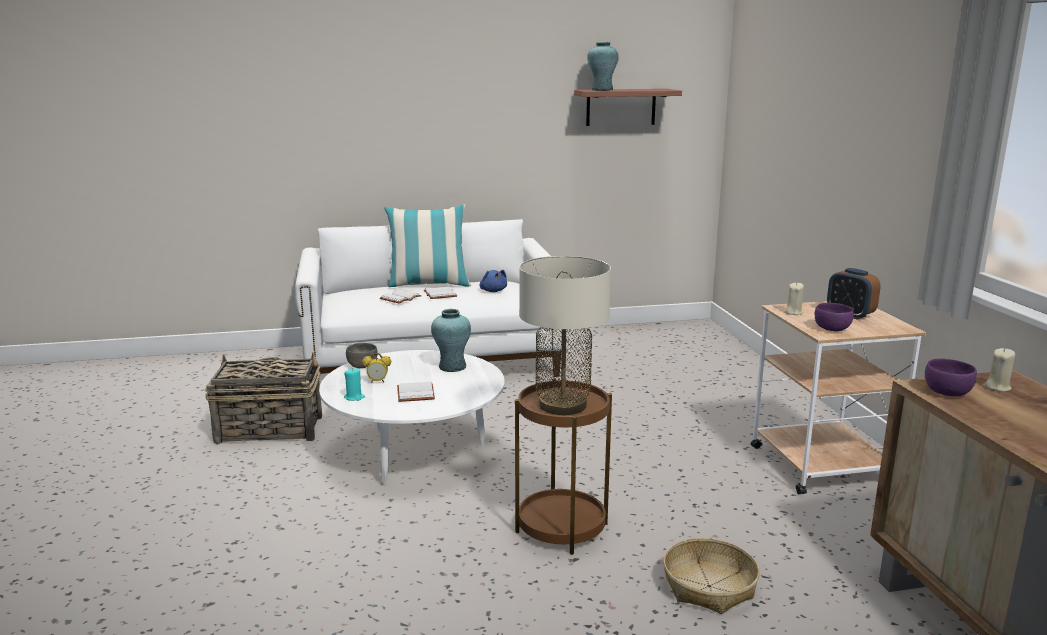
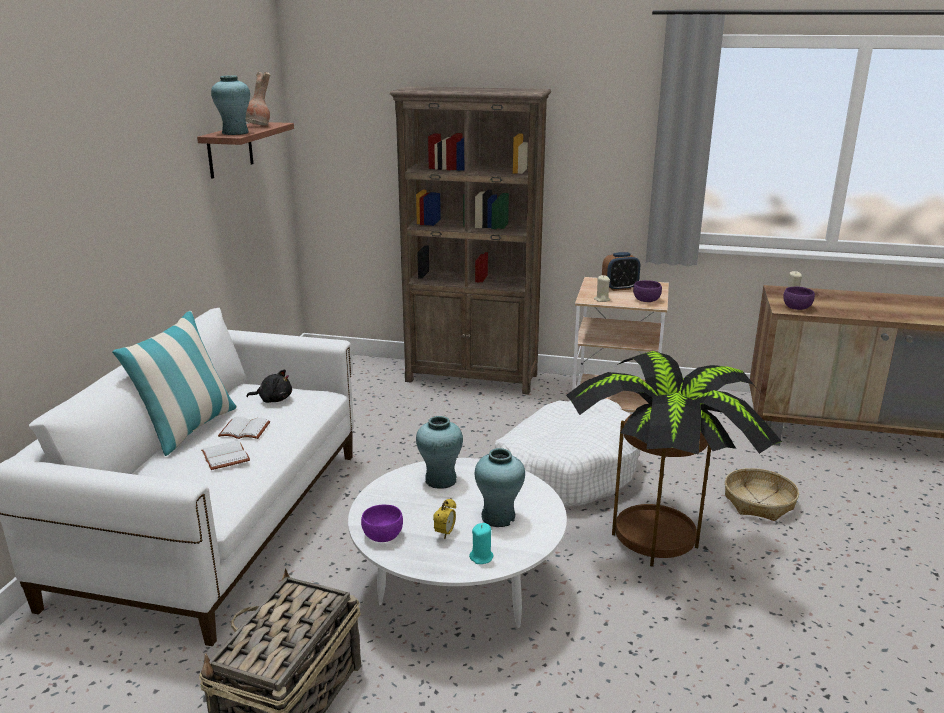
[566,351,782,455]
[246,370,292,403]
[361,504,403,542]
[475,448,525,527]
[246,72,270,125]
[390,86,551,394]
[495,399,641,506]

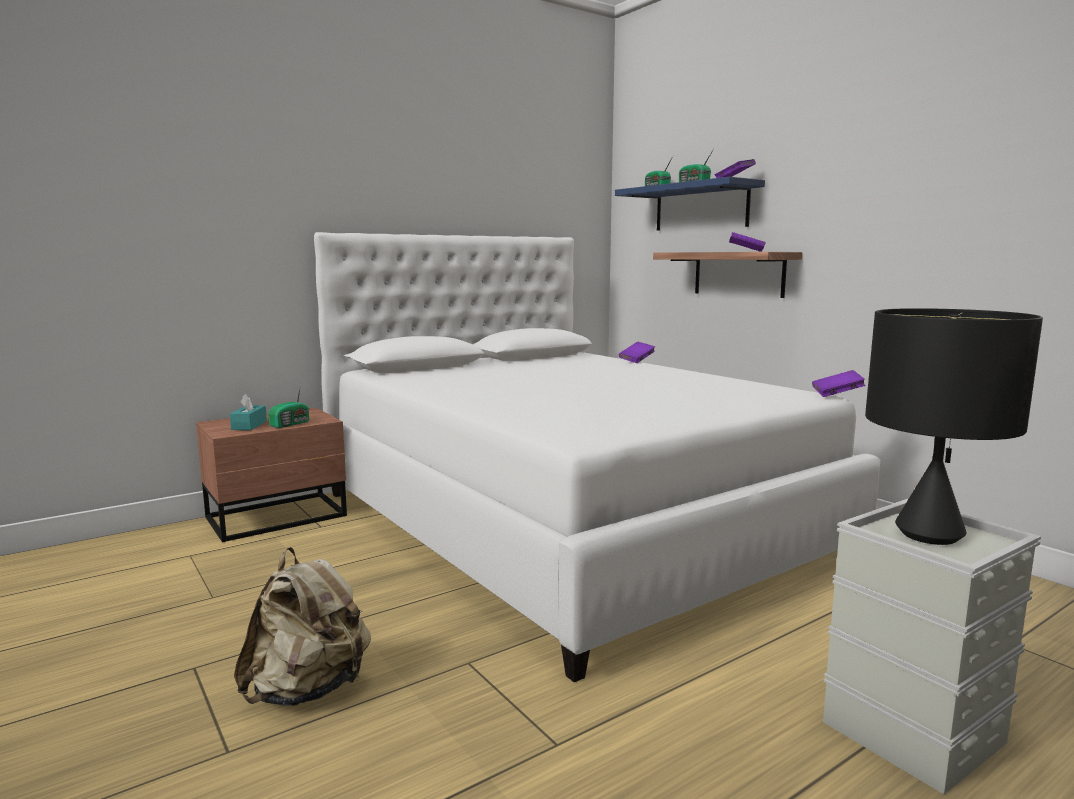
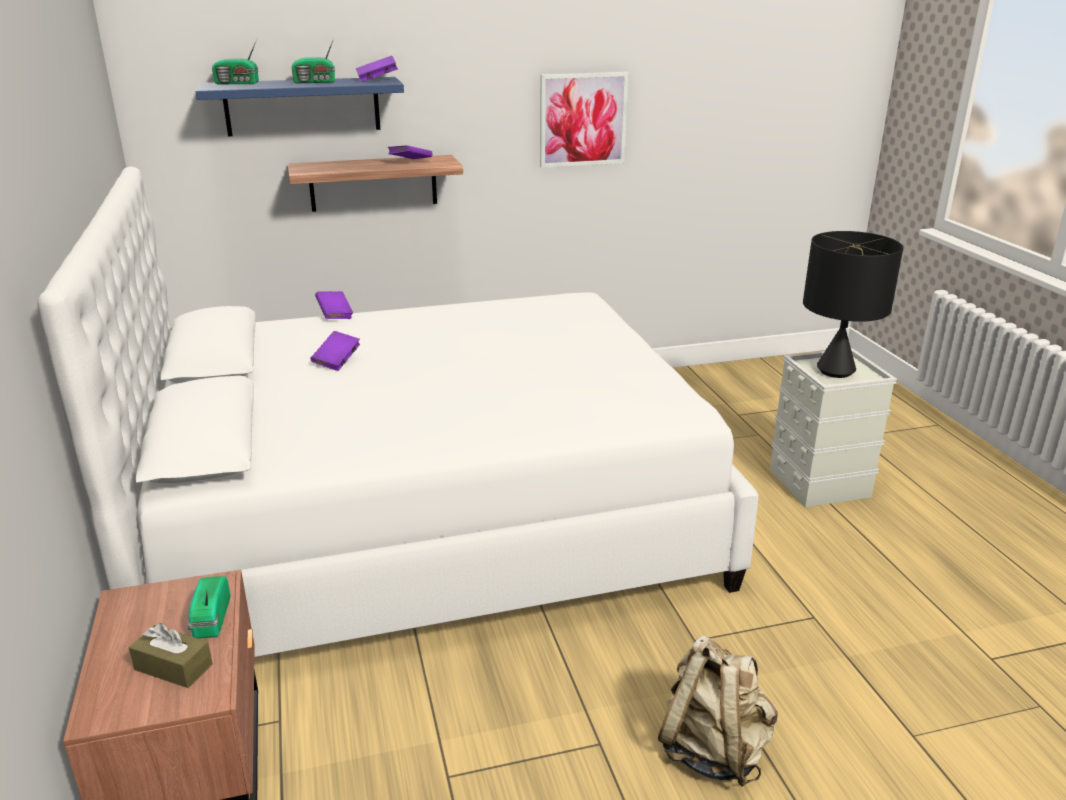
[311,331,360,371]
[188,576,231,638]
[129,623,213,688]
[540,72,628,168]

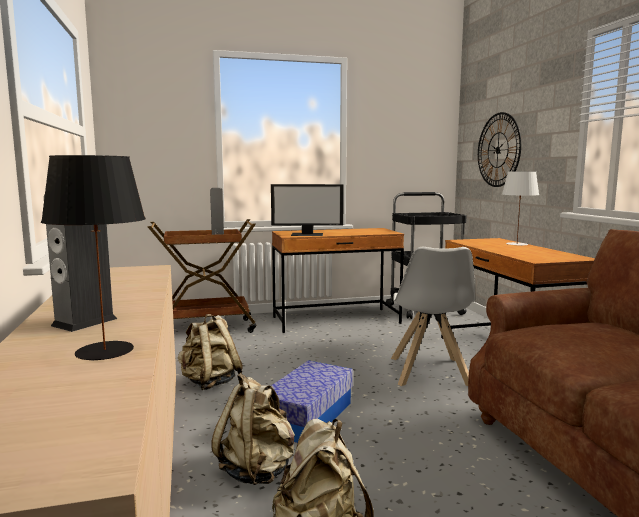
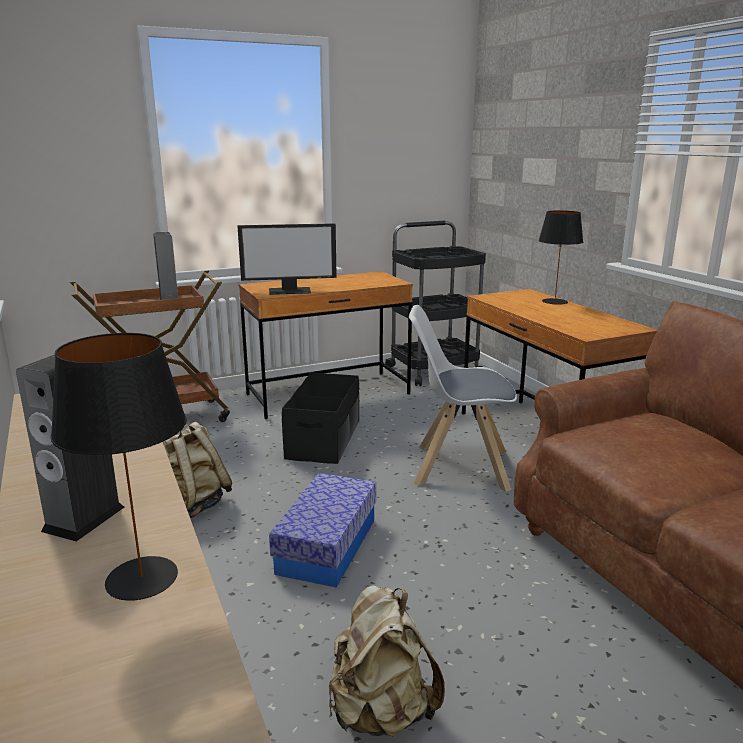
[478,112,521,187] (first image)
[538,210,583,305]
[409,305,517,492]
[211,373,295,485] (first image)
[282,373,359,464]

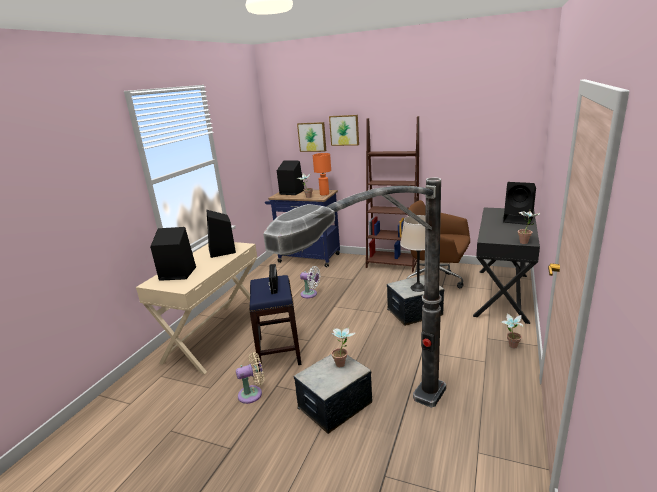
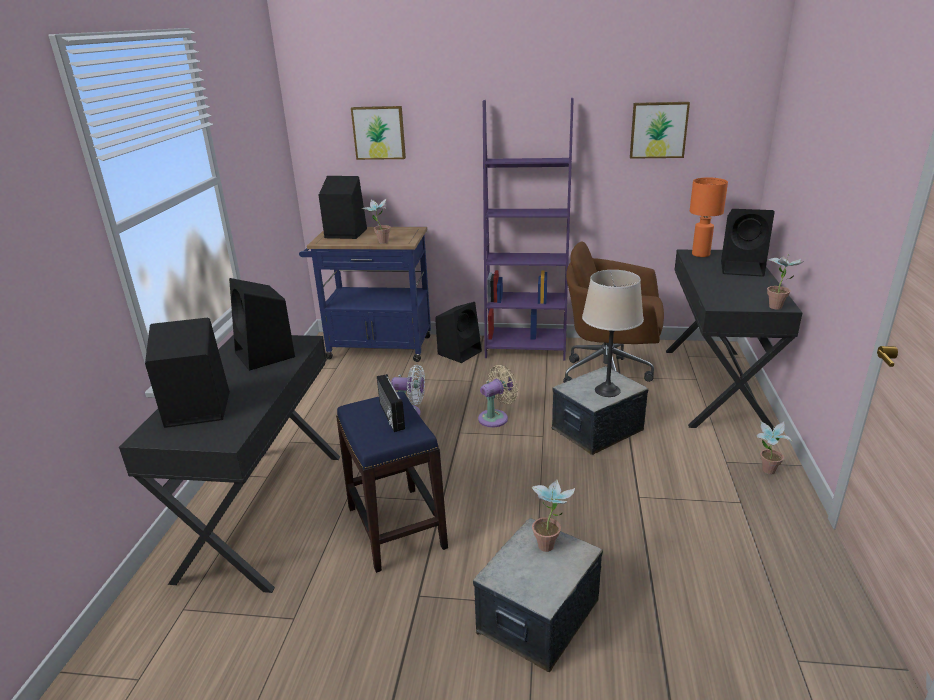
[630,102,690,159]
[483,98,574,360]
[690,178,728,257]
[263,177,446,408] (first image)
[119,334,340,593]
[478,365,518,427]
[435,302,482,363]

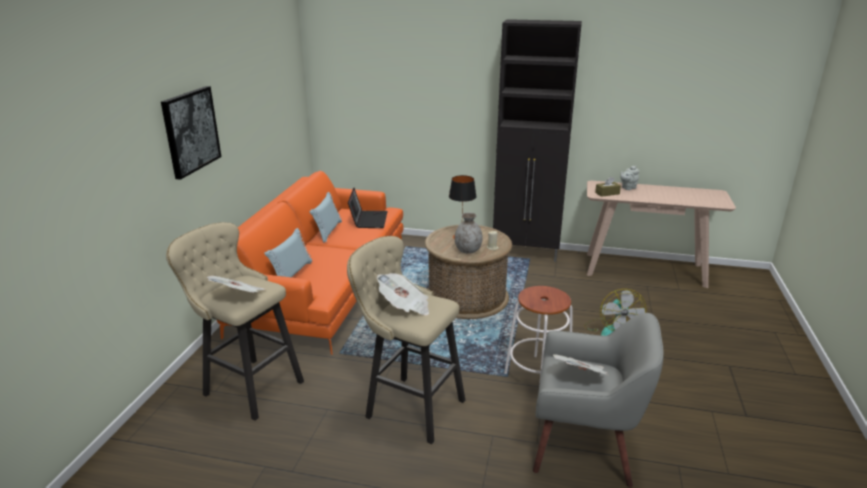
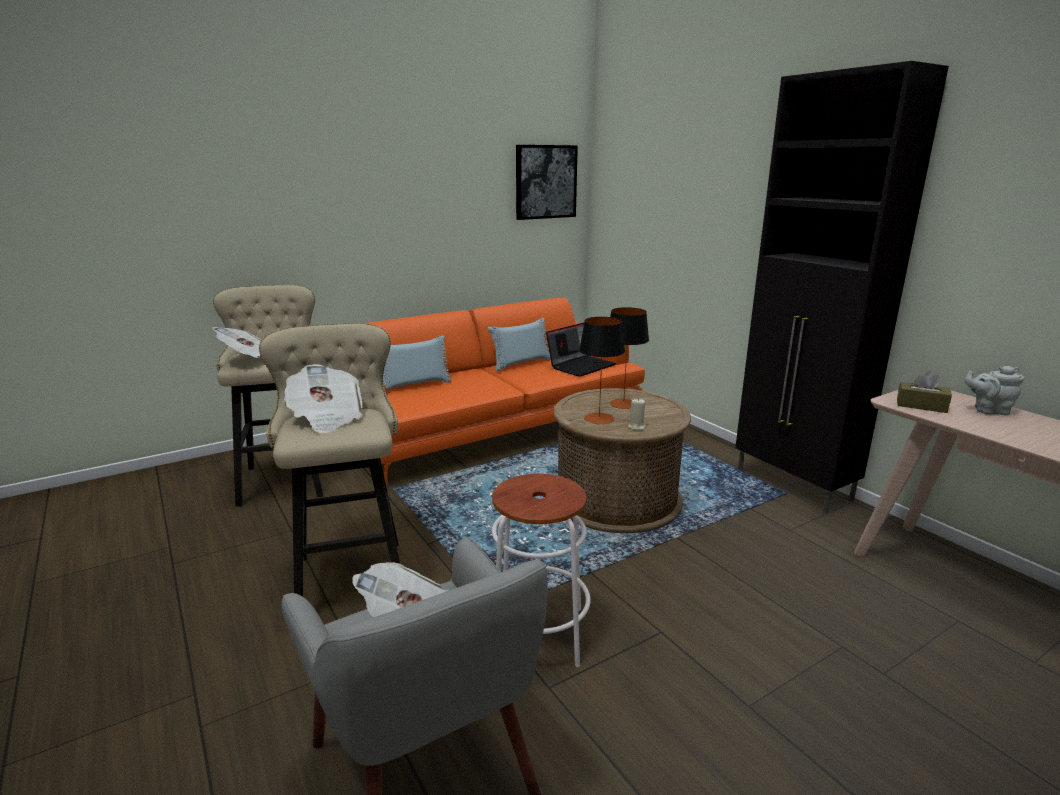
[516,145,578,220]
[579,317,625,424]
[584,289,647,336] (first image)

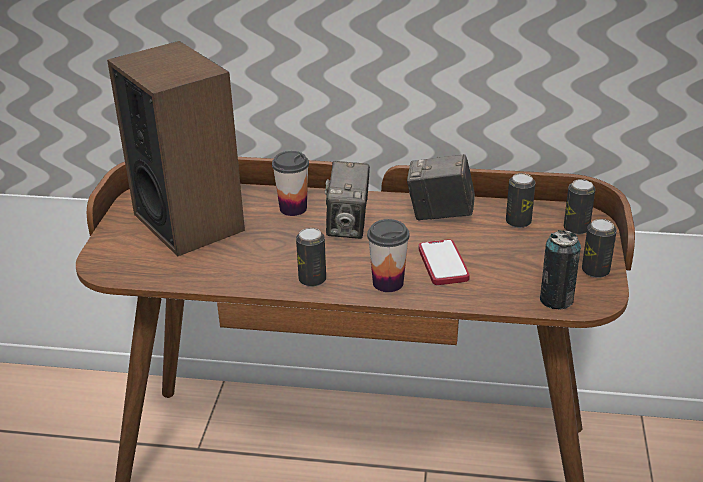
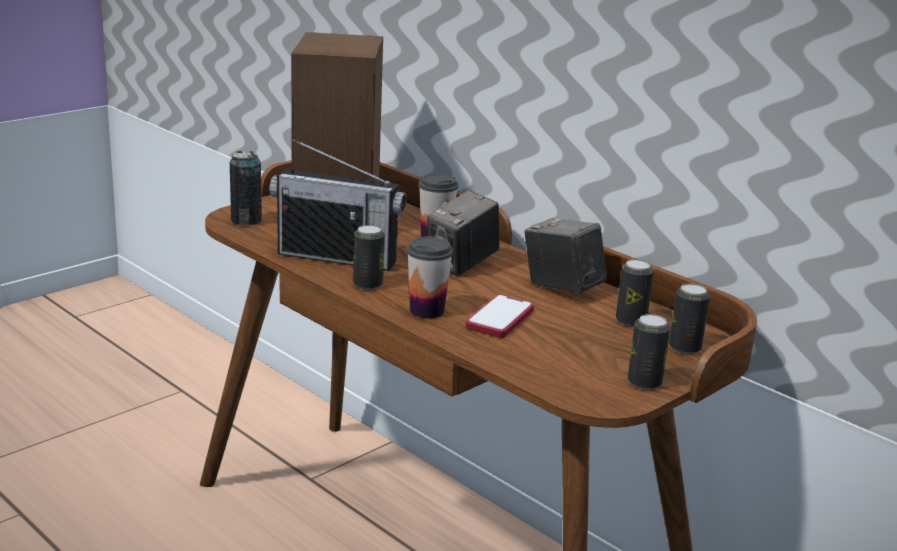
[230,151,262,225]
[269,139,407,271]

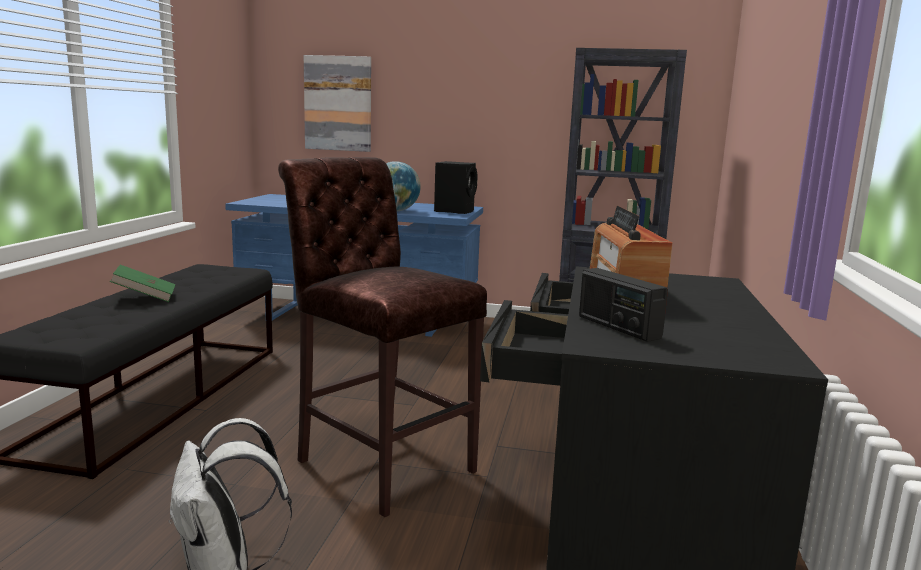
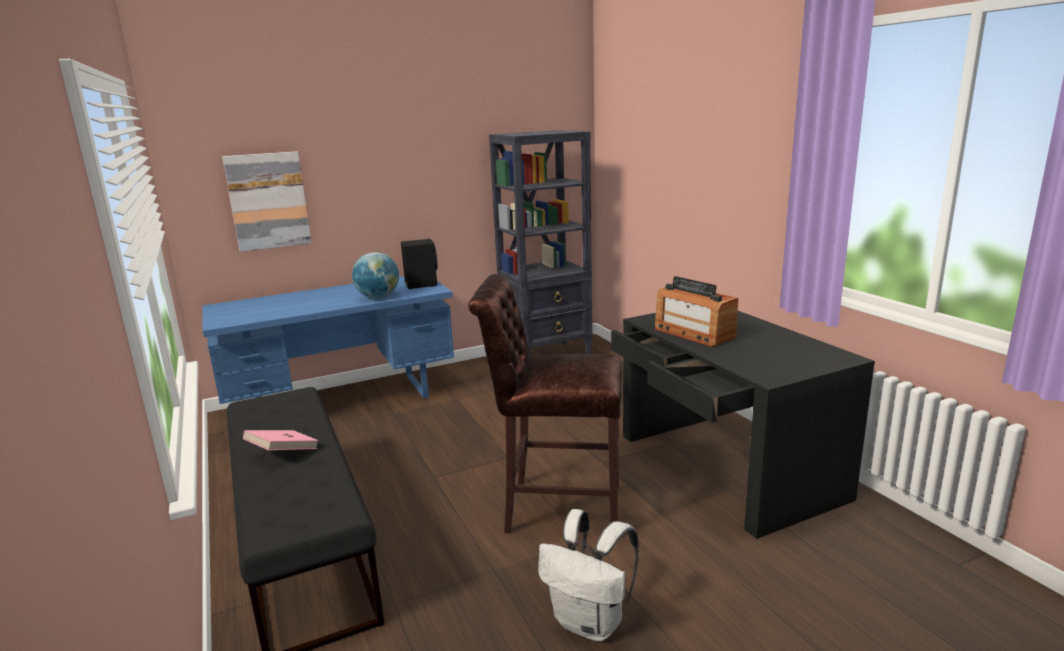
[243,430,319,450]
[579,268,668,342] (first image)

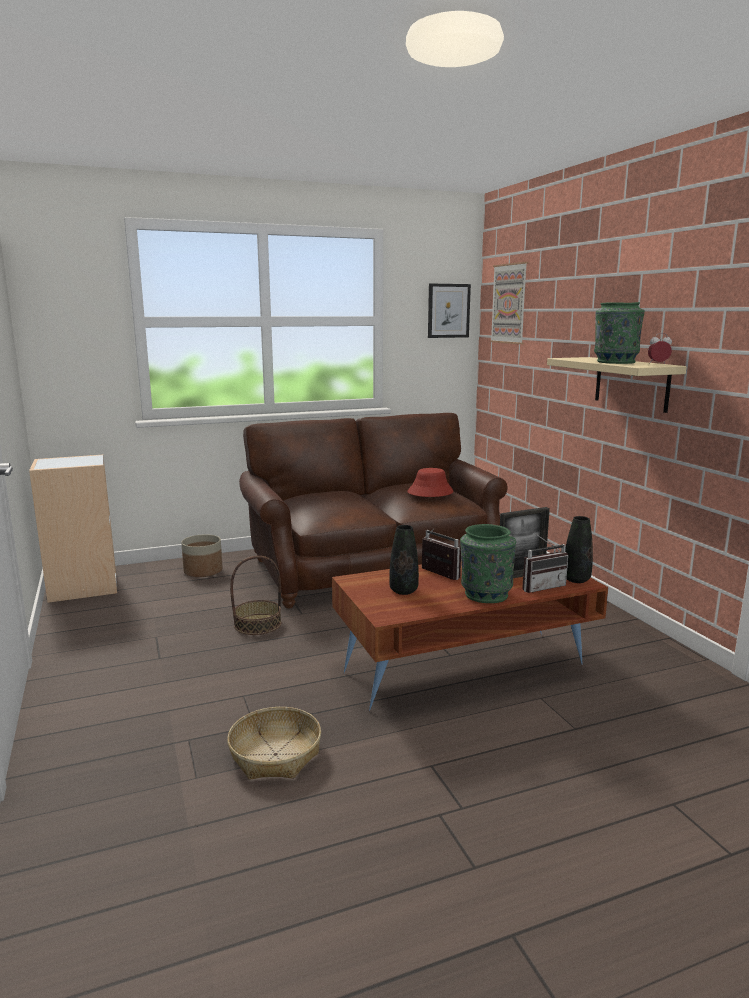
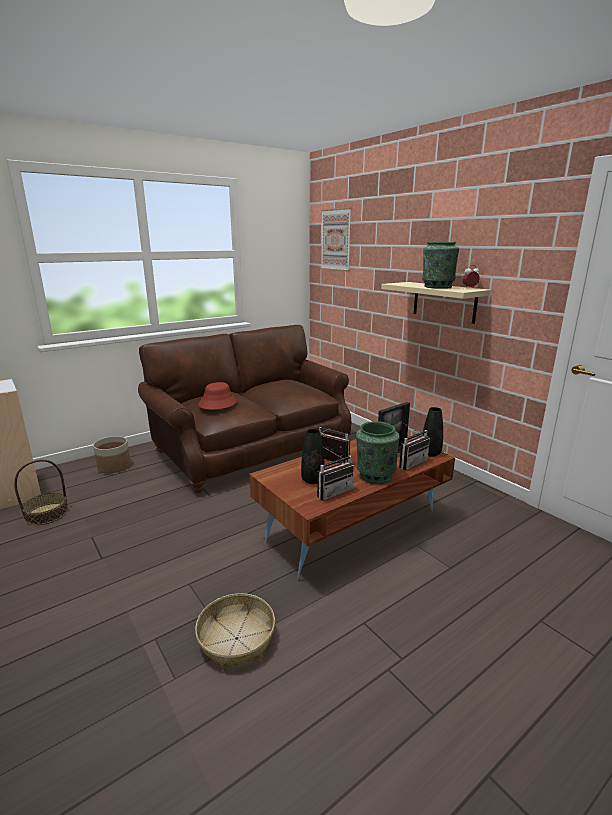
[428,284,471,338] (first image)
[198,382,237,410]
[14,459,68,525]
[317,447,354,501]

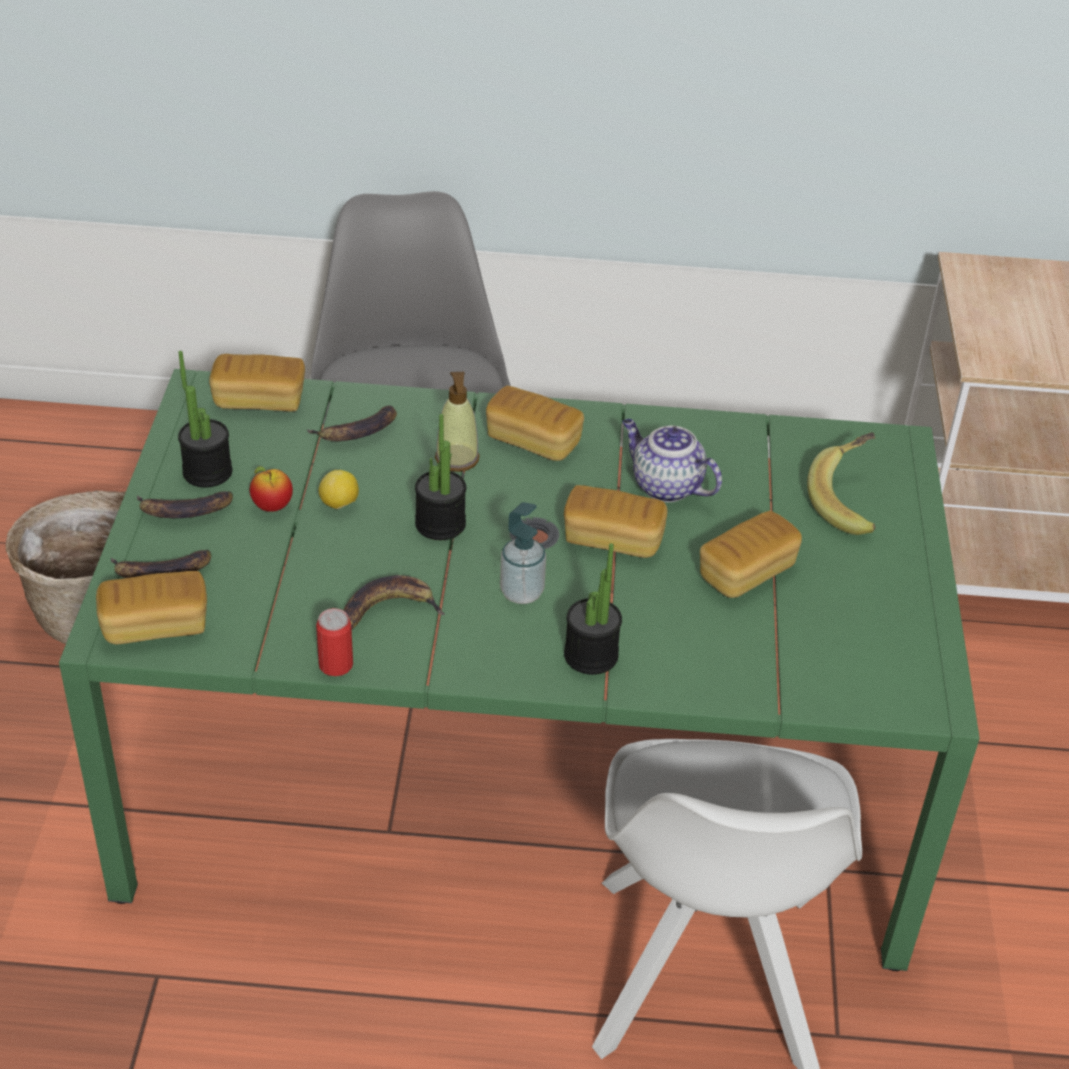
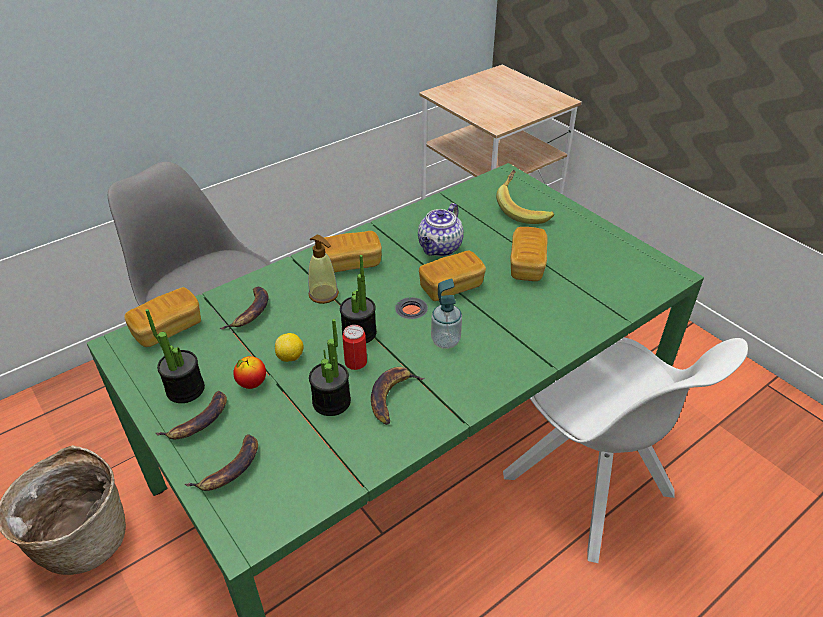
[418,203,464,256]
[309,319,351,416]
[96,571,207,644] (first image)
[342,325,367,370]

